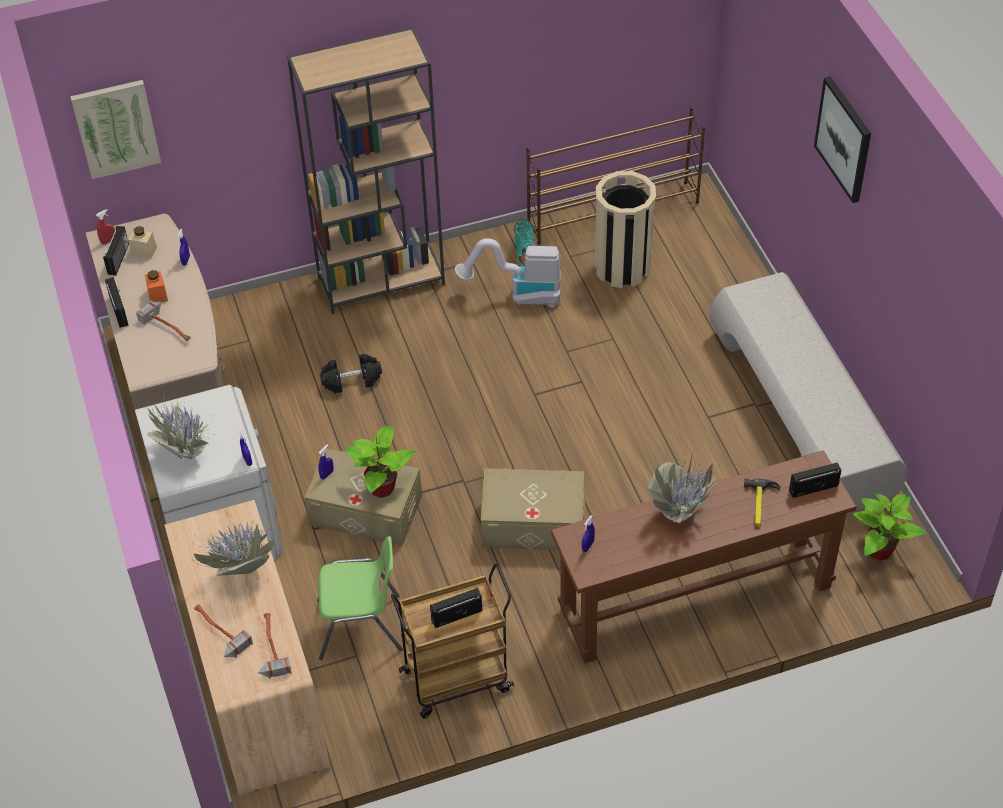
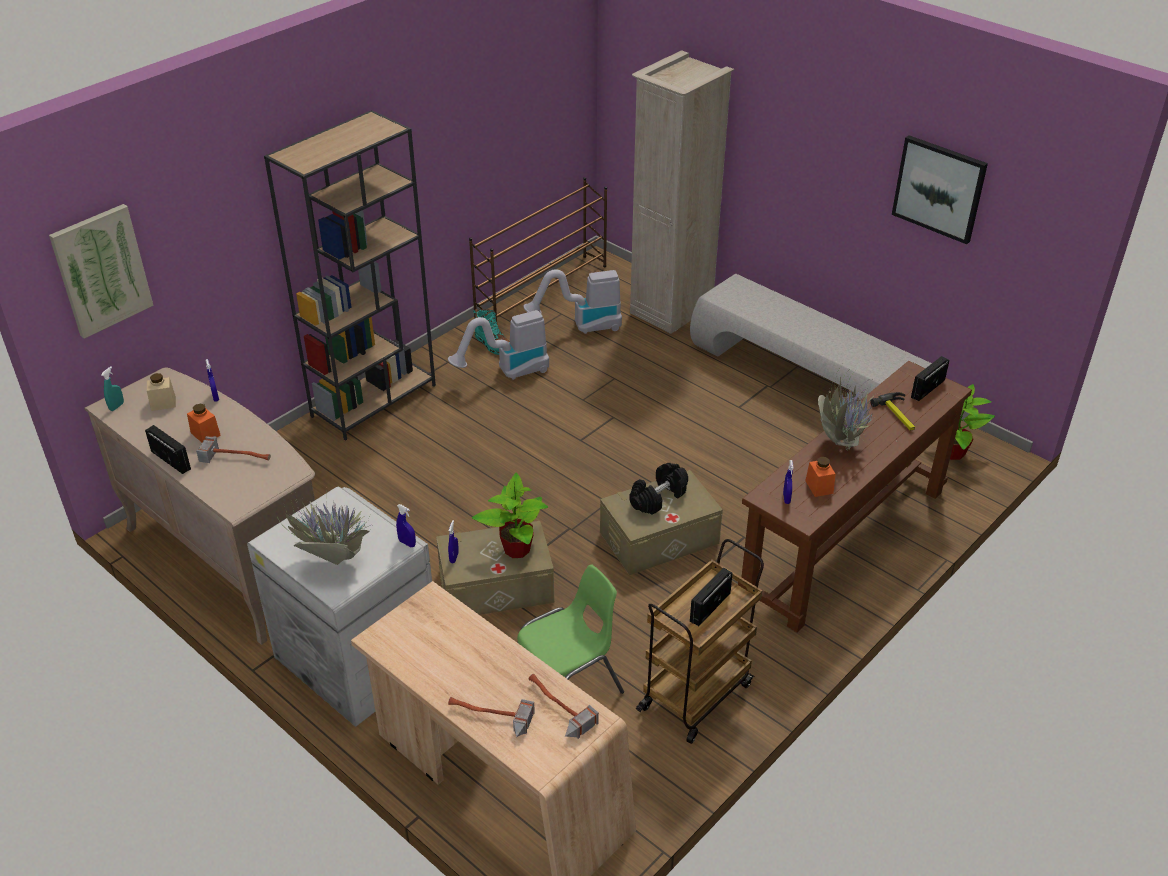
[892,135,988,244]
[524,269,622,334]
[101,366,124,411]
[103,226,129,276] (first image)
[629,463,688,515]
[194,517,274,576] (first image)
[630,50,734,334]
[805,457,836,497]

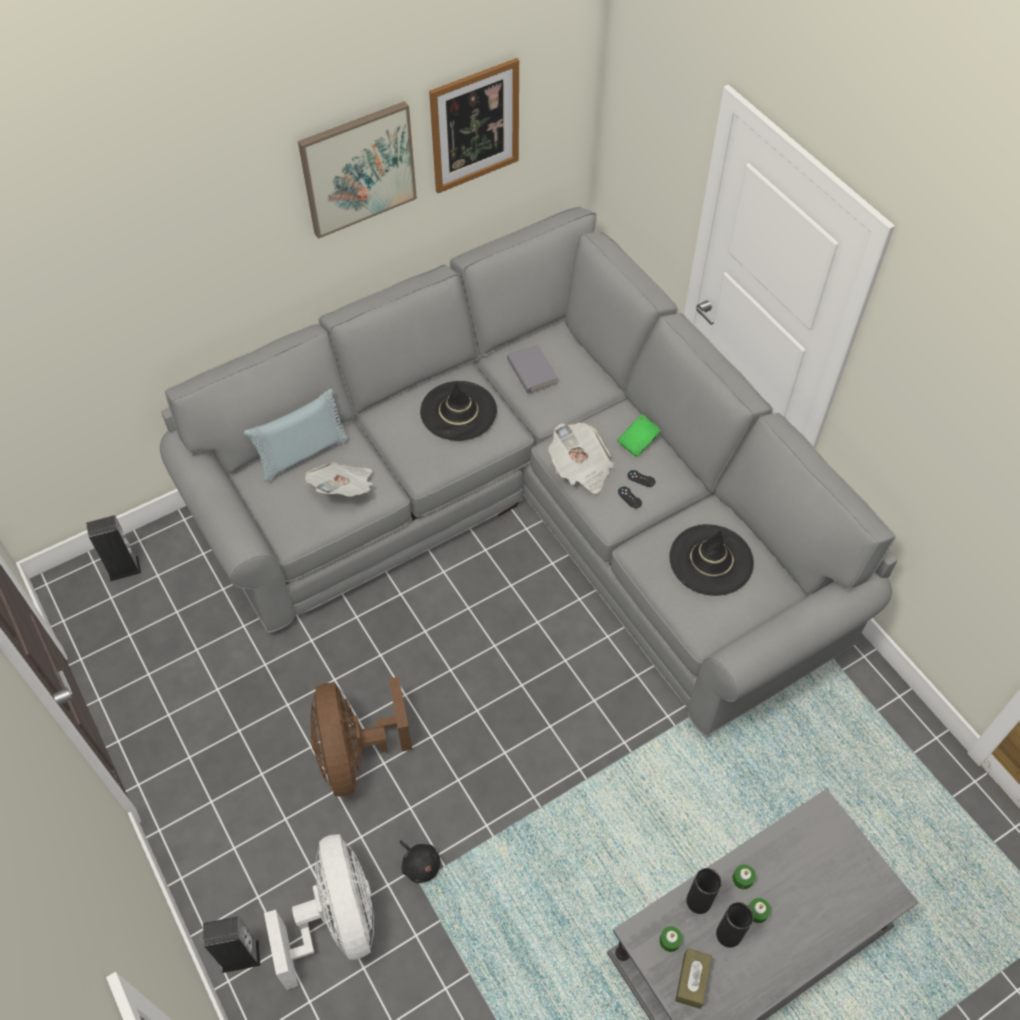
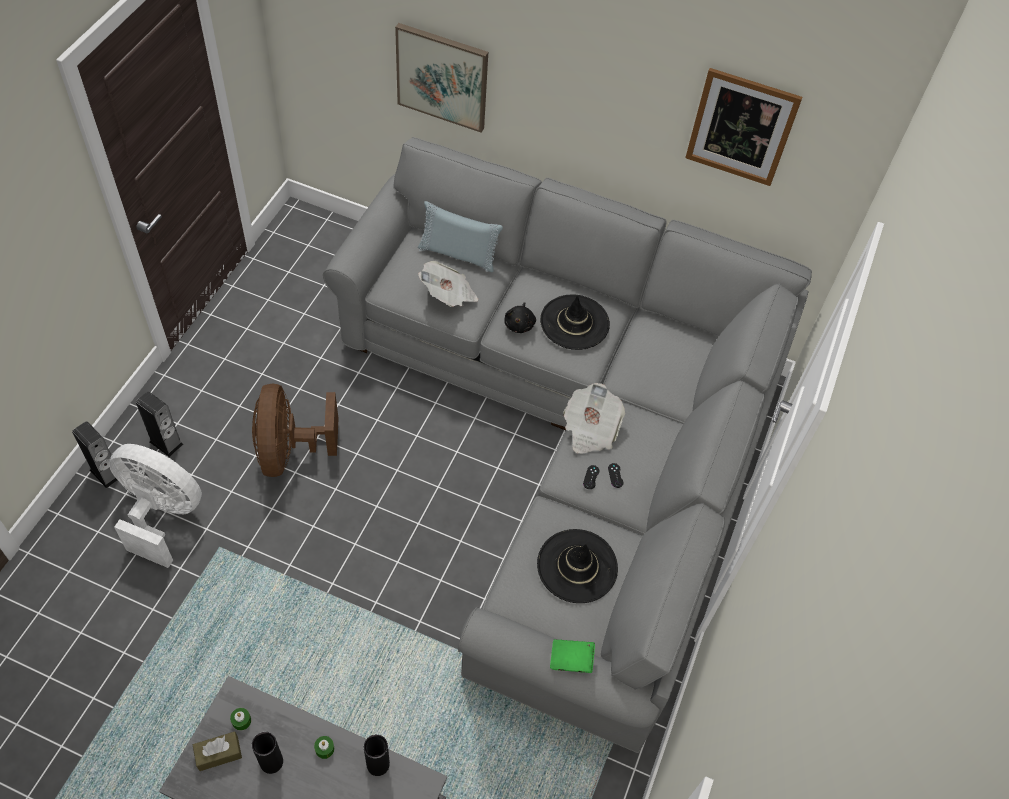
[395,23,488,133]
[507,345,558,394] (first image)
[550,639,595,673]
[136,391,184,457]
[252,384,339,477]
[109,444,202,568]
[504,302,536,333]
[364,734,390,776]
[749,898,771,923] (first image)

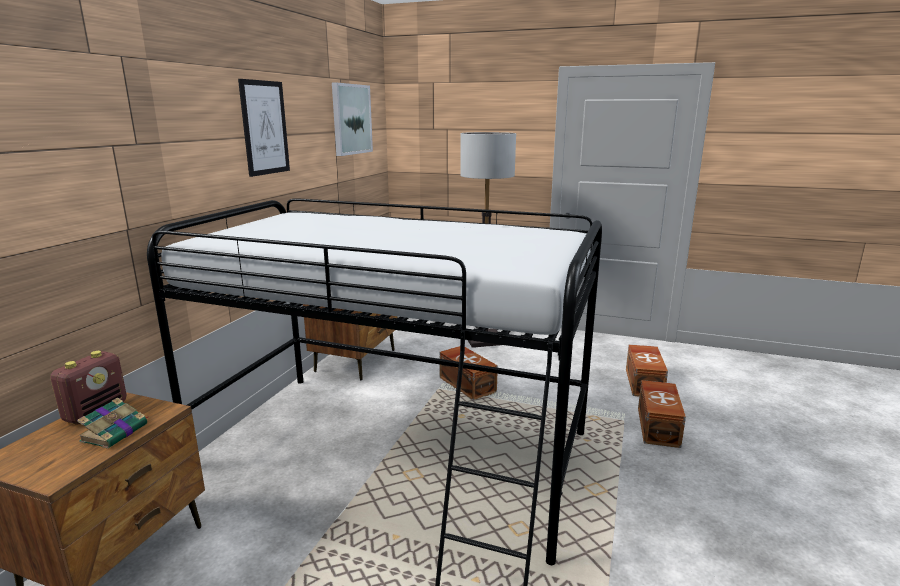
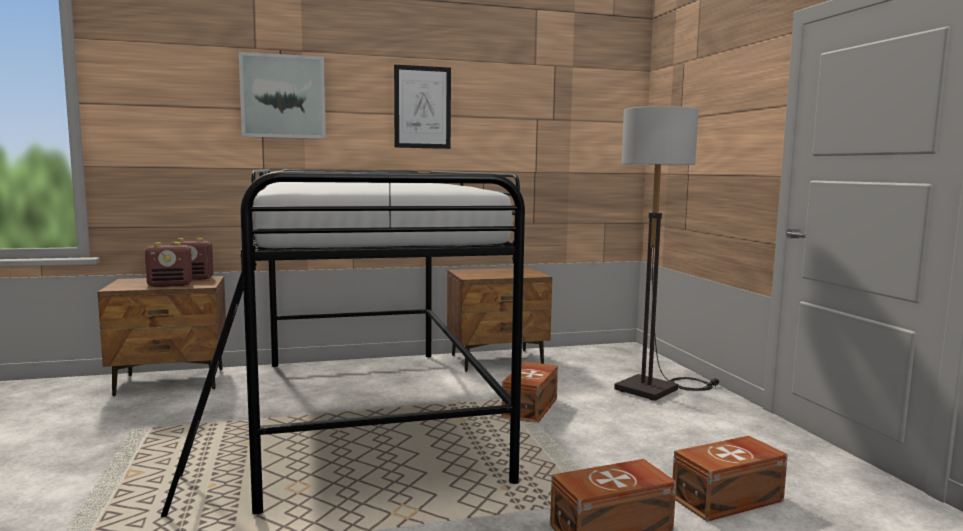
[239,52,326,139]
[145,242,193,287]

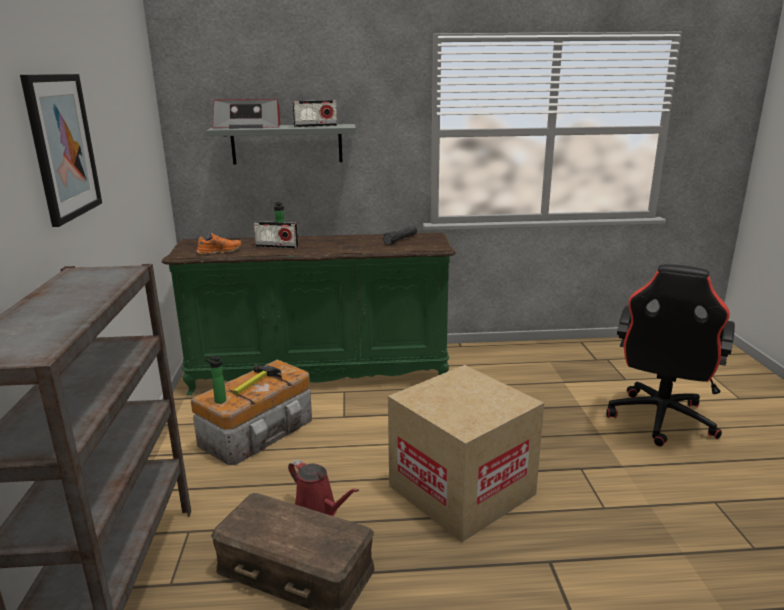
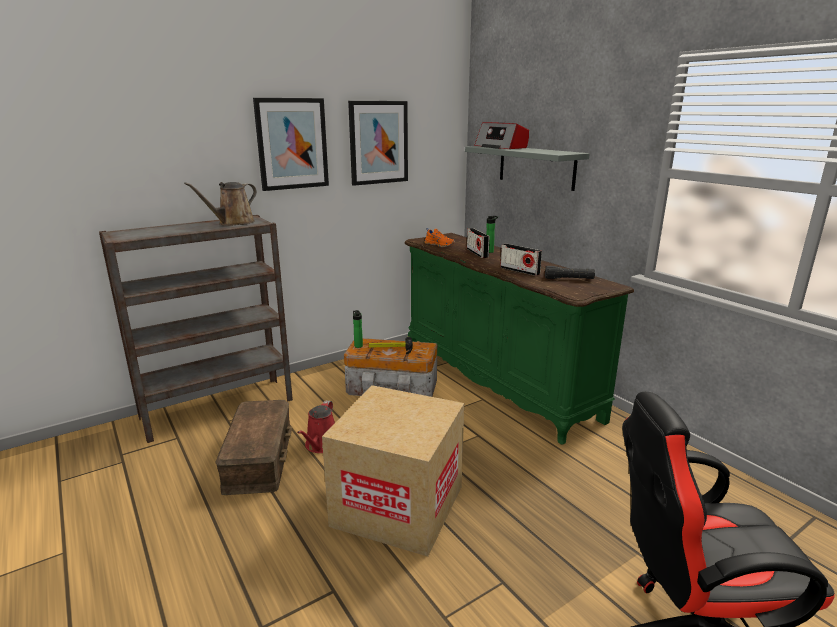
[500,244,542,276]
[348,101,408,186]
[184,182,257,226]

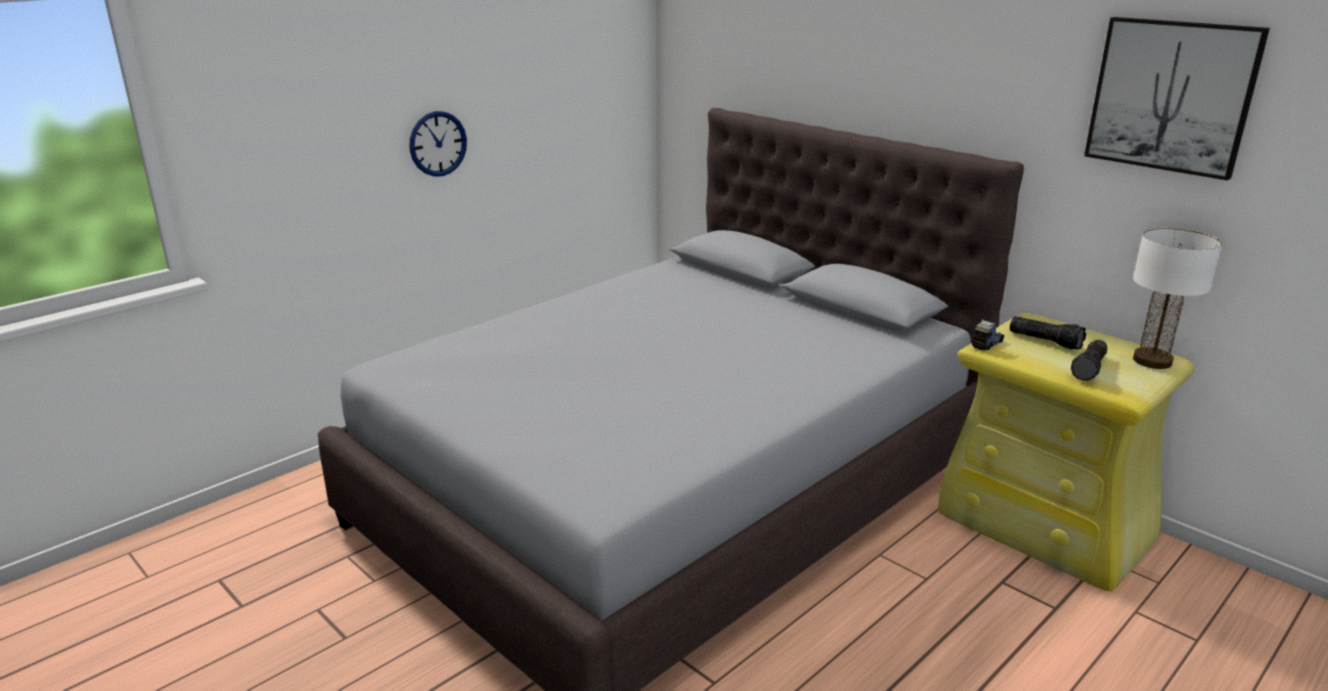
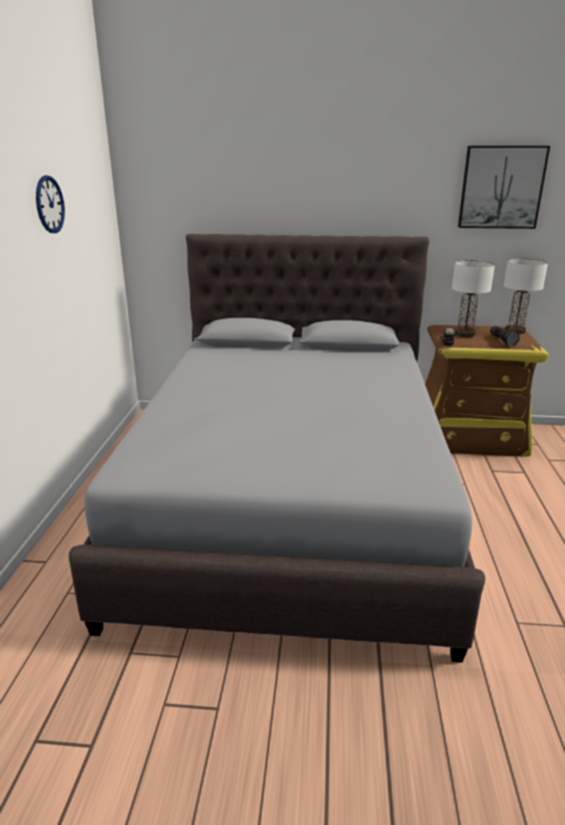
[36,175,65,233]
[425,325,549,457]
[452,260,495,337]

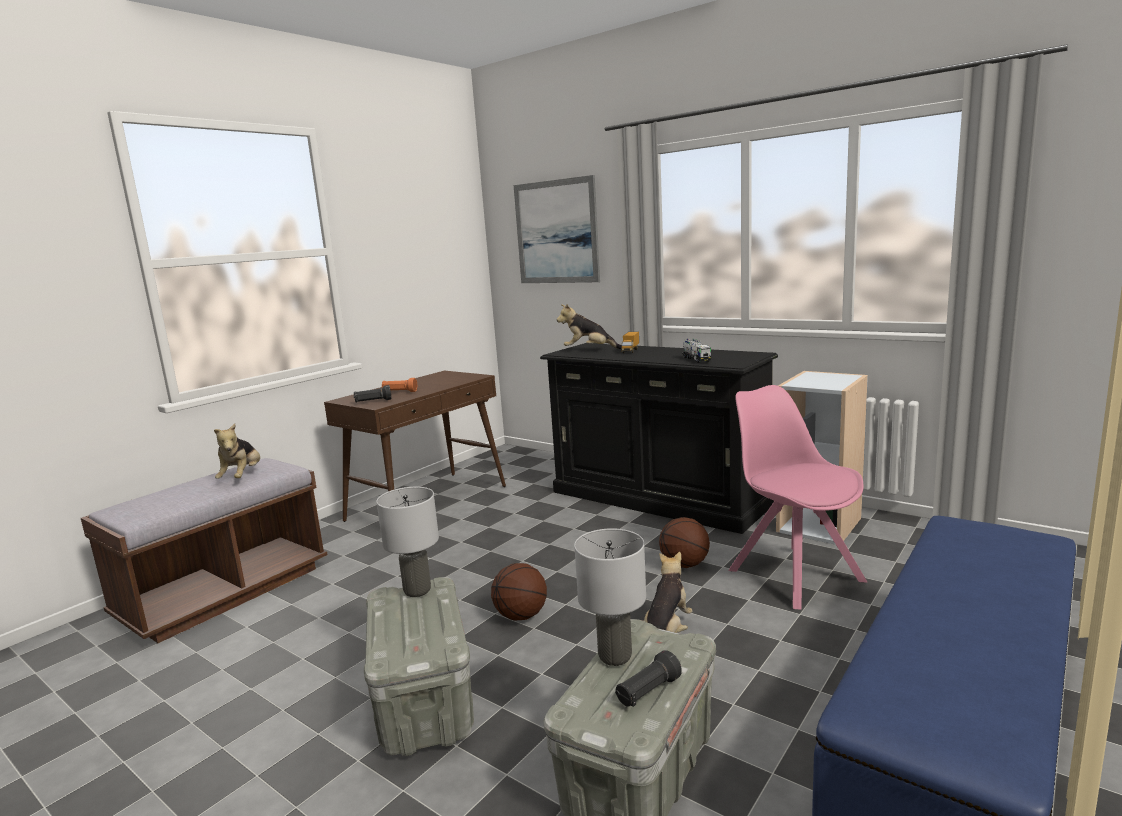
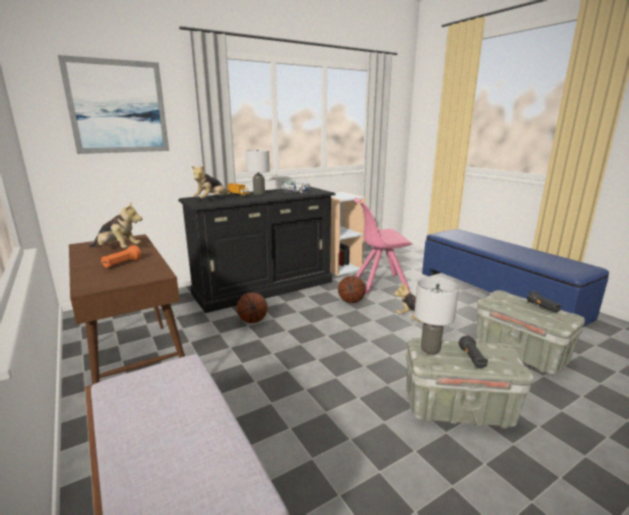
[459,336,488,369]
[89,203,142,248]
[245,150,270,195]
[237,292,268,323]

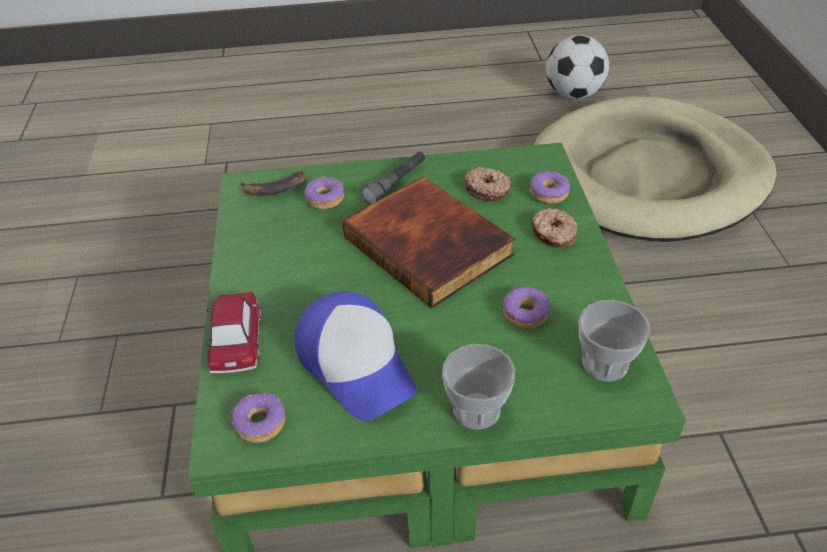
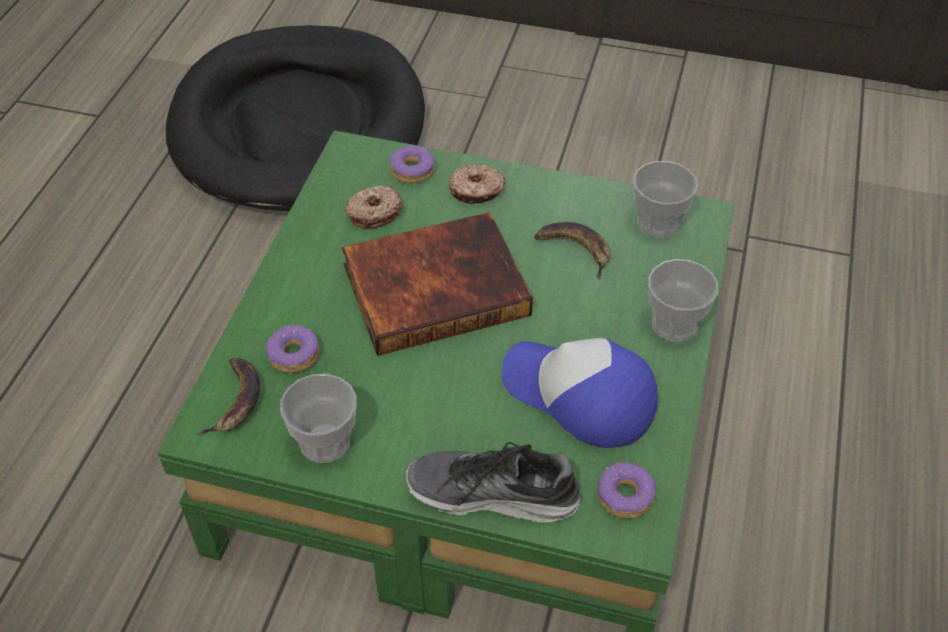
[546,35,609,99] (first image)
[166,25,425,211]
[361,152,425,205] (first image)
[534,222,611,280]
[501,338,658,448]
[406,442,581,523]
[280,374,356,463]

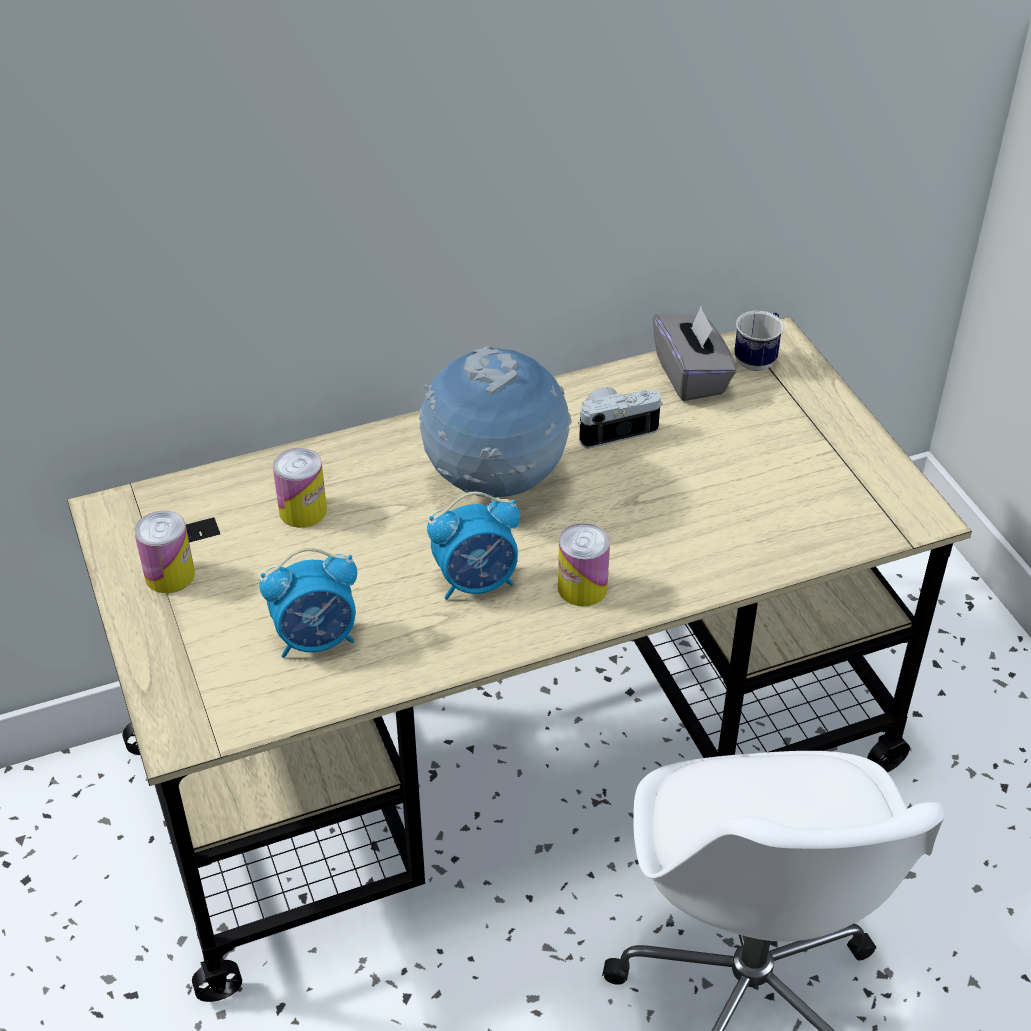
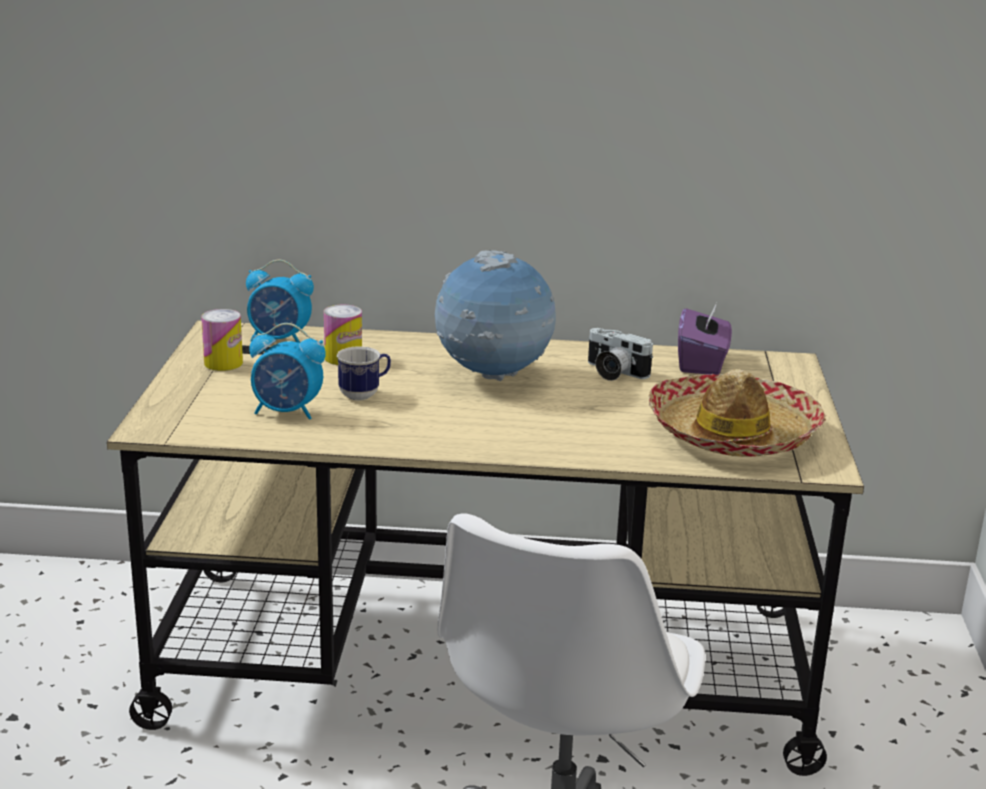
[678,301,732,375]
[337,346,391,400]
[588,328,653,381]
[246,260,314,343]
[558,523,610,606] (first image)
[649,369,826,457]

